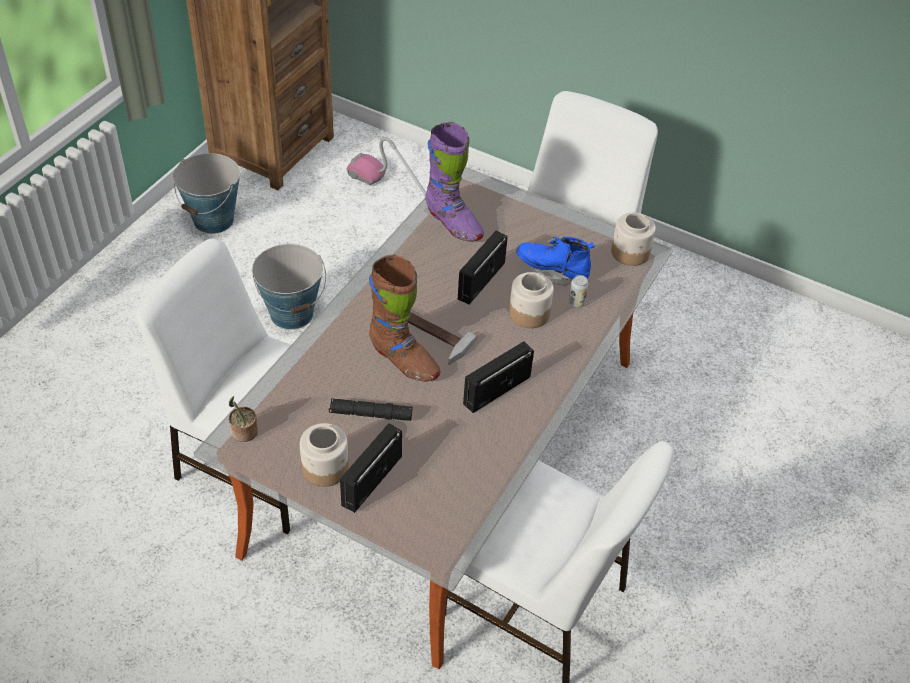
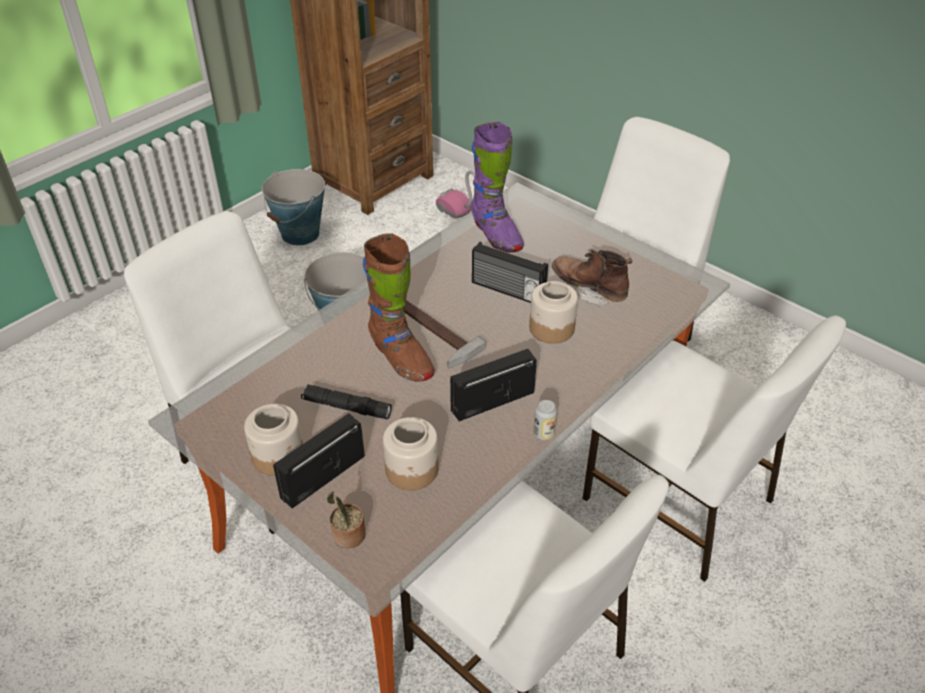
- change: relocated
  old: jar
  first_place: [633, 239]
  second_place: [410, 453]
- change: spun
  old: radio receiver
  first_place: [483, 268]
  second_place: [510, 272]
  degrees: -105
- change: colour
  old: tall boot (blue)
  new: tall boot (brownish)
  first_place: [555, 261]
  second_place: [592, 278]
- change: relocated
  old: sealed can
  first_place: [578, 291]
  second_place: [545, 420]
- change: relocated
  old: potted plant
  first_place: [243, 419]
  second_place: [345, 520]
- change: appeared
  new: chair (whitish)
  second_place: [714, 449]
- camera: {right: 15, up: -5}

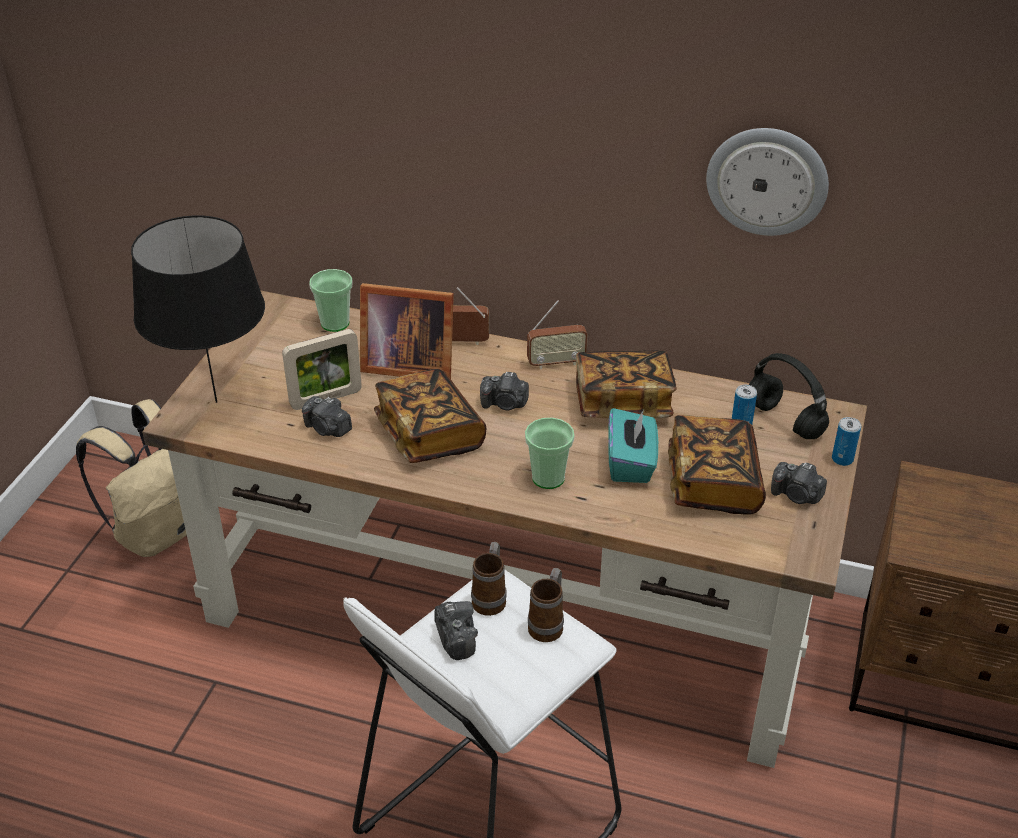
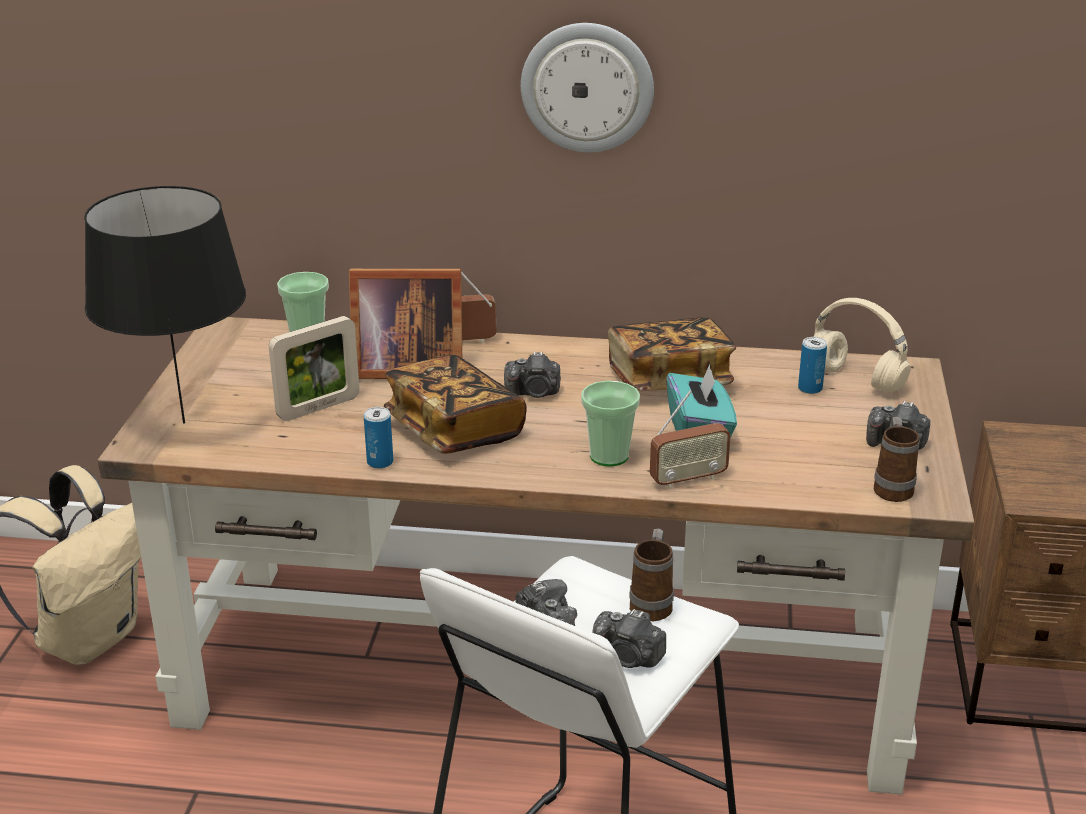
- change: relocated
  old: clock on the wall
  first_place: [767, 182]
  second_place: [587, 87]
- change: relocated
  old: radio receiver
  first_place: [557, 334]
  second_place: [690, 440]
- change: colour
  old: headset (black-coloured)
  new: headset (beige-coloured)
  first_place: [789, 396]
  second_place: [862, 345]
- change: relocated
  old: still camera
  first_place: [327, 416]
  second_place: [629, 638]
- change: missing
  old: book
  first_place: [717, 465]
- change: relocated
  old: sealed can
  first_place: [846, 441]
  second_place: [378, 438]
- change: relocated
  old: coffee mug
  first_place: [489, 579]
  second_place: [897, 459]
- camera: {right: -10, up: -10}

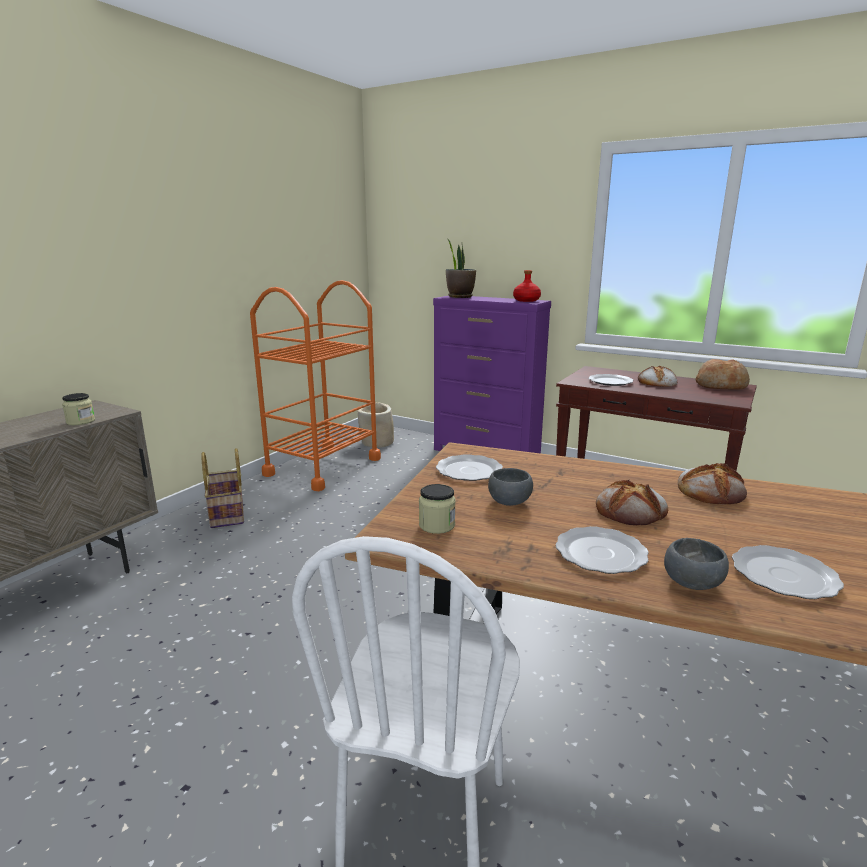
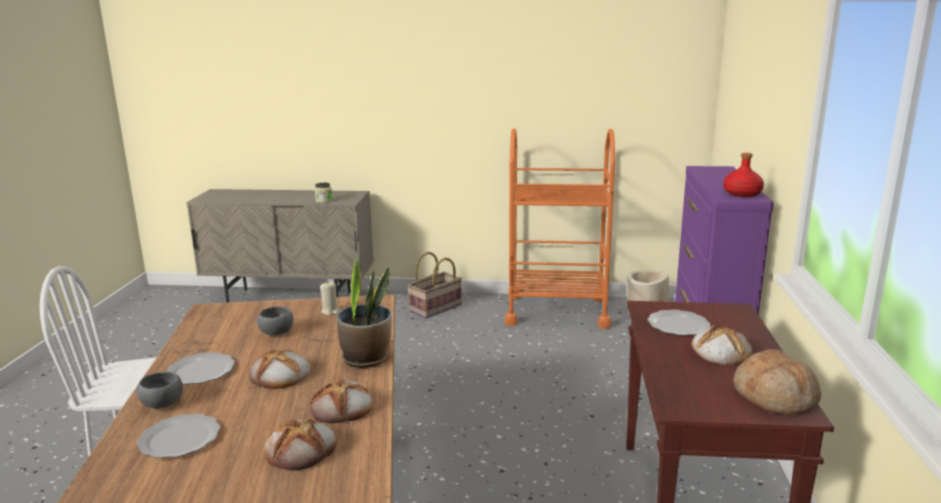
- change: relocated
  old: potted plant
  first_place: [461, 268]
  second_place: [364, 312]
- change: exchanged
  old: dinner plate
  new: candle (beige-coloured)
  first_place: [469, 467]
  second_place: [330, 298]
- change: missing
  old: jar
  first_place: [437, 509]
- change: appeared
  new: bread
  second_place: [300, 445]
- camera: {right: 65, up: 0}

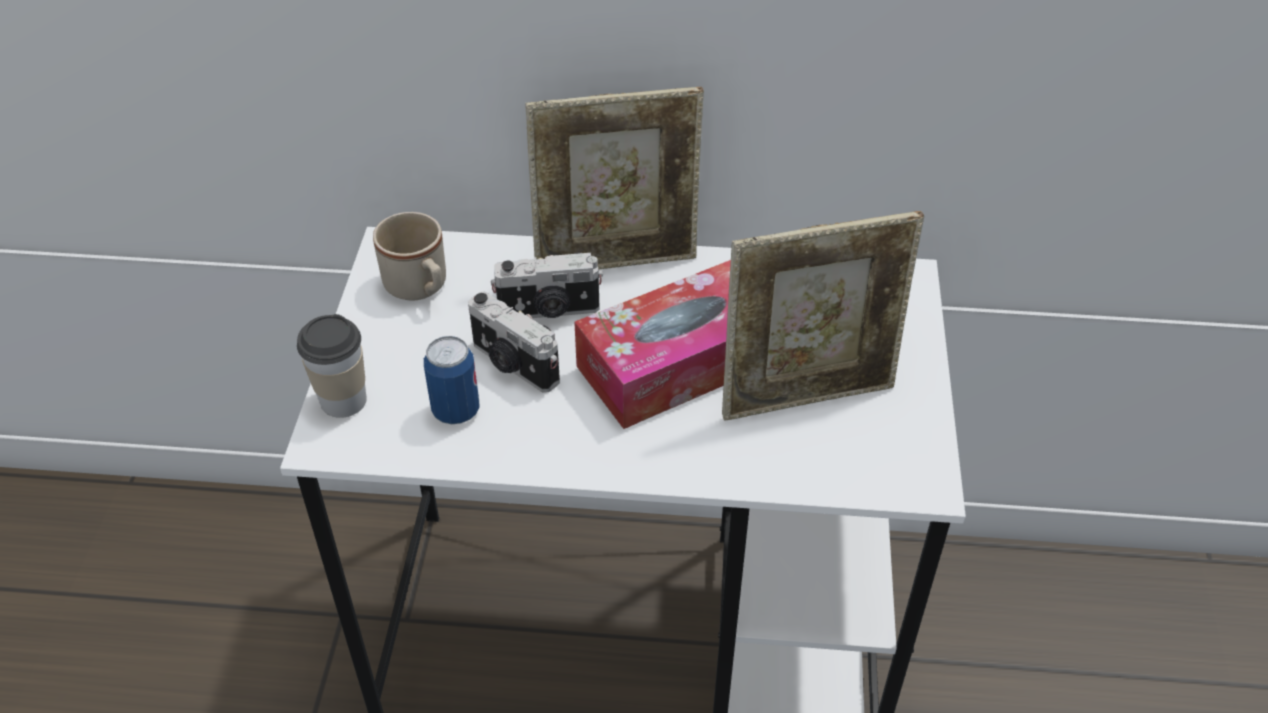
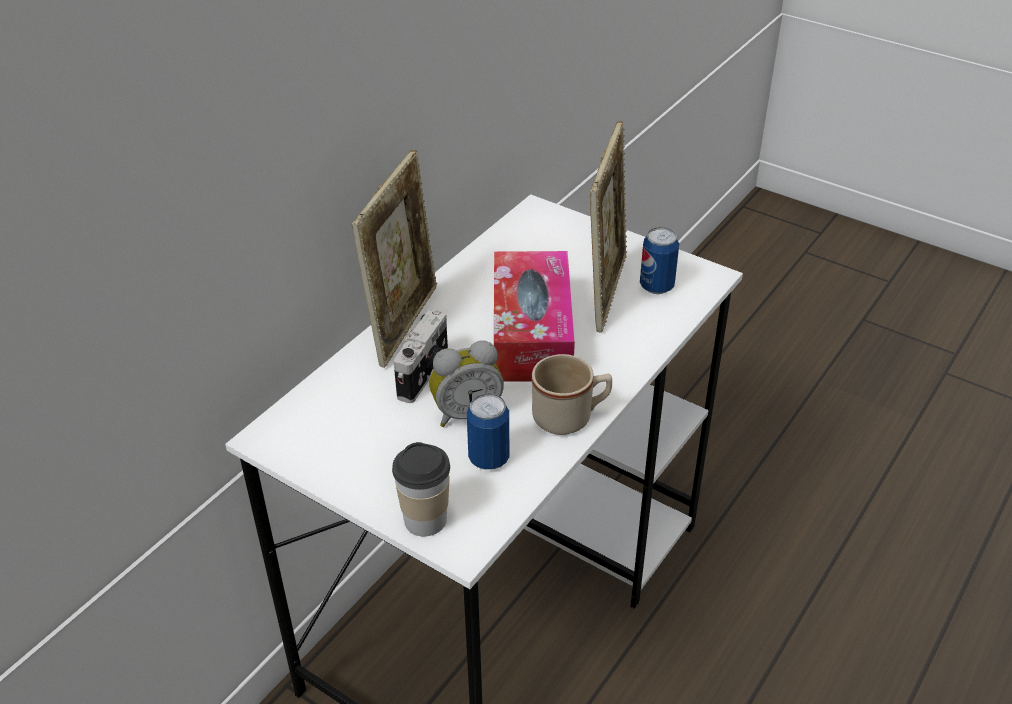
- change: relocated
  old: coffee mug (beige-coloured)
  first_place: [409, 256]
  second_place: [572, 394]
- change: exchanged
  old: still camera
  new: bedside clock
  first_place: [514, 341]
  second_place: [466, 383]
- change: appeared
  new: sealed can
  second_place: [659, 260]
- camera: {right: -60, up: -5}

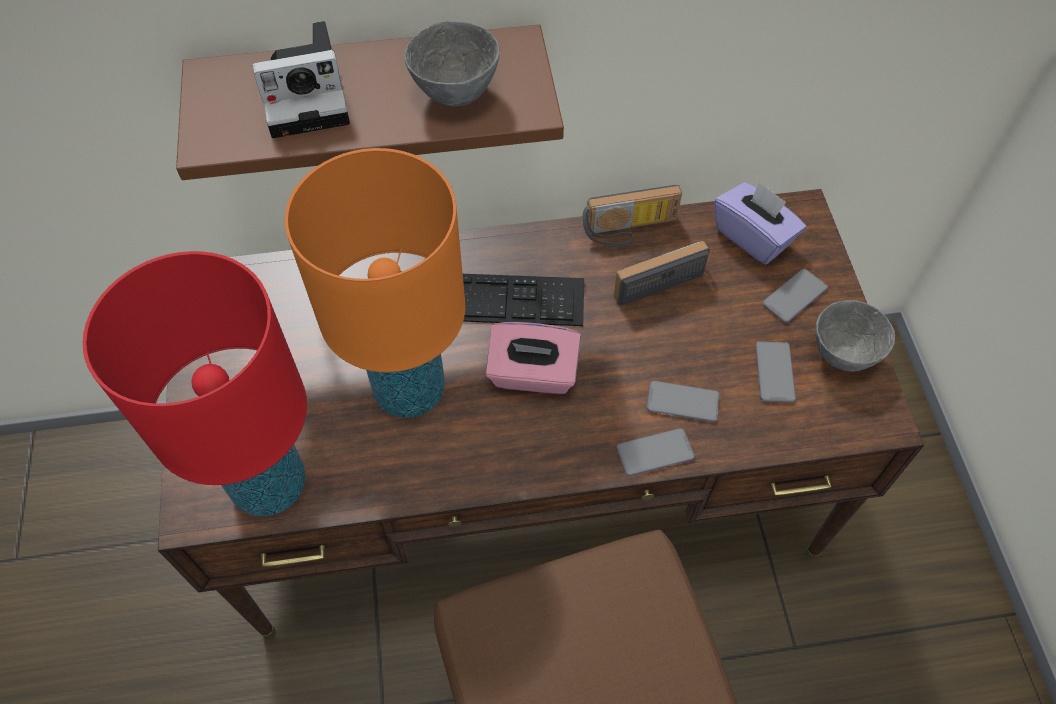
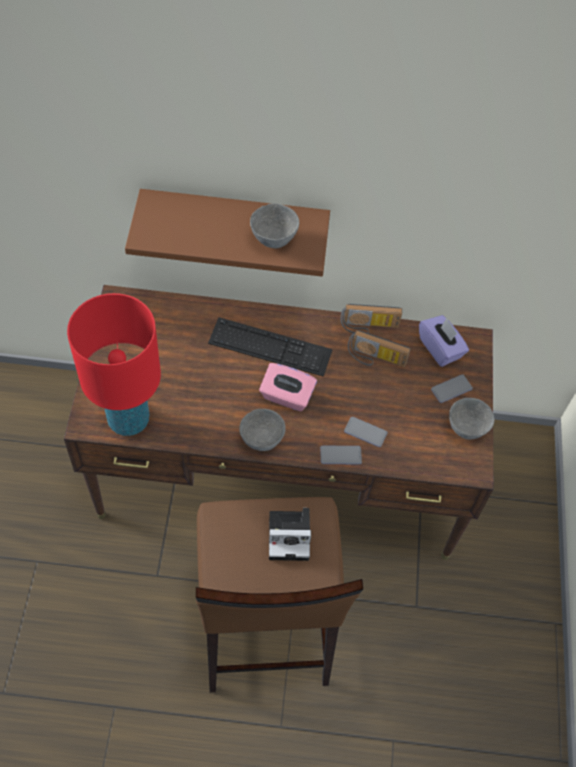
- change: relocated
  old: still camera
  first_place: [301, 79]
  second_place: [290, 534]
- change: missing
  old: table lamp (orange)
  first_place: [375, 283]
- change: spun
  old: radio receiver
  first_place: [662, 273]
  second_place: [379, 348]
  degrees: -150
- change: missing
  old: handset
  first_place: [776, 372]
- change: appeared
  new: deep dish (greyish)
  second_place: [262, 430]
- camera: {right: 10, up: 0}

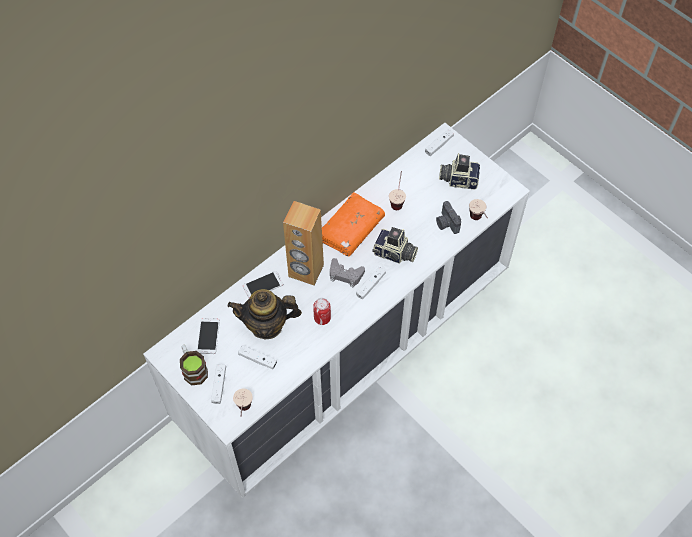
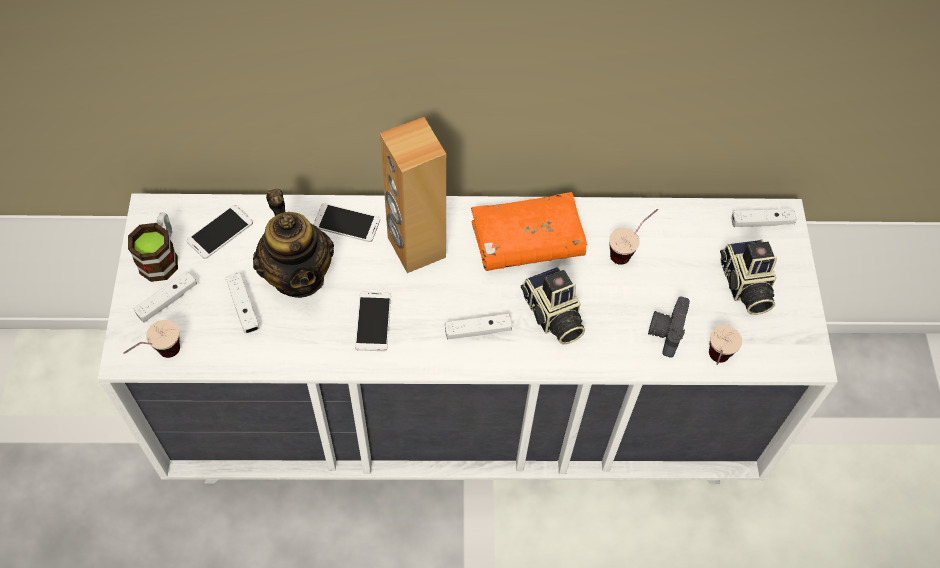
- change: spun
  old: still camera
  first_place: [459, 171]
  second_place: [748, 277]
  degrees: -150
- change: missing
  old: gamepad (greyish)
  first_place: [347, 272]
- change: spun
  old: tea pot
  first_place: [265, 314]
  second_place: [293, 243]
  degrees: -150
- change: exchanged
  old: sealed can
  new: handset
  first_place: [322, 311]
  second_place: [373, 321]
- camera: {right: 40, up: 0}

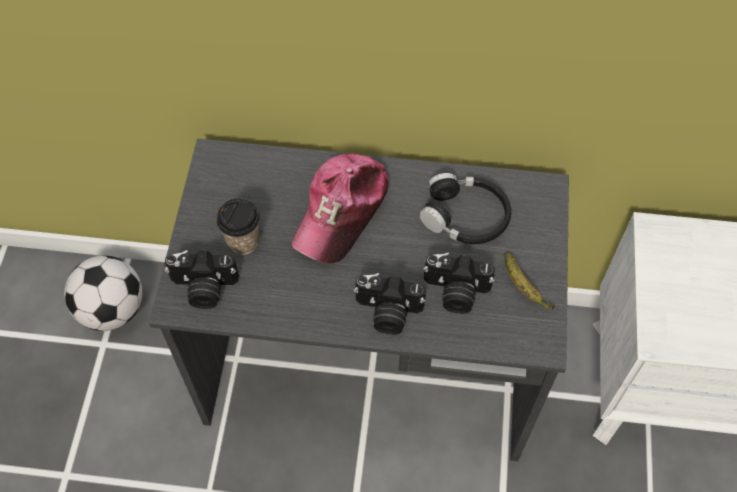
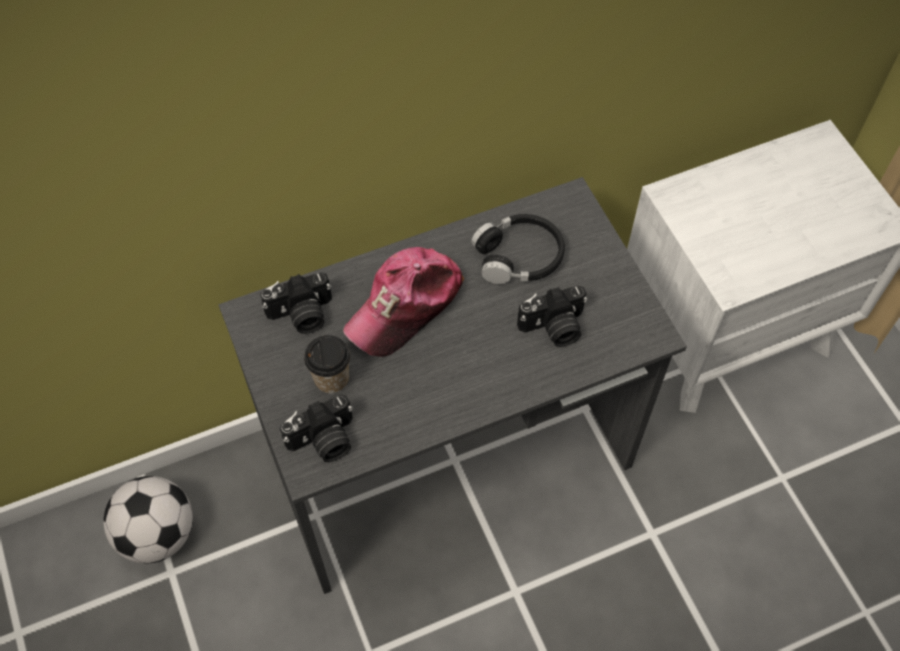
- change: spun
  old: peaked cap
  first_place: [340, 209]
  second_place: [403, 302]
  degrees: 45
- change: missing
  old: banana
  first_place: [530, 281]
- change: relocated
  old: still camera
  first_place: [390, 304]
  second_place: [296, 303]
- camera: {right: -30, up: 0}

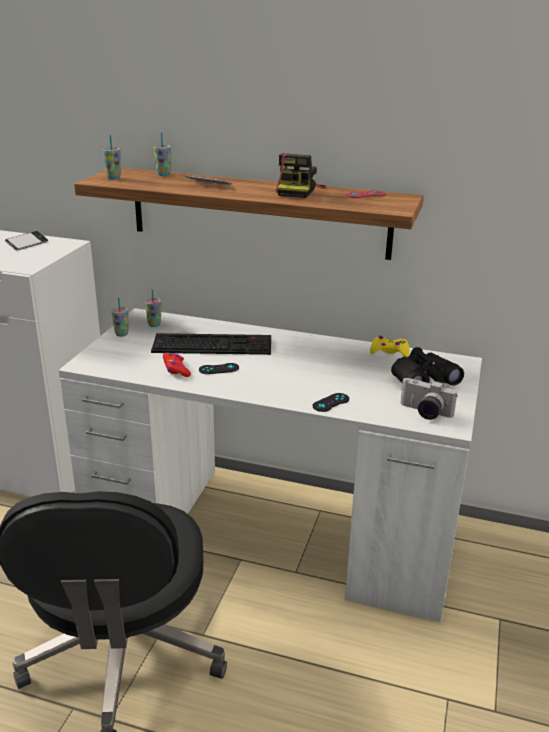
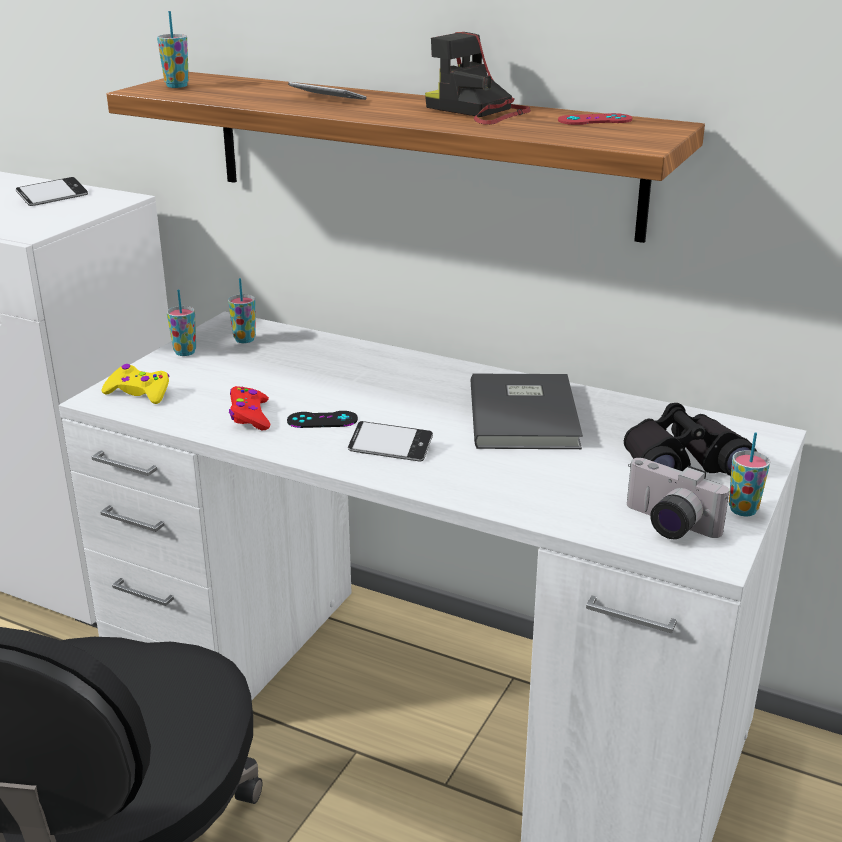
- change: relocated
  old: drinking cup
  first_place: [162, 154]
  second_place: [749, 474]
- change: spun
  old: still camera
  first_place: [301, 175]
  second_place: [478, 78]
  degrees: 105
- change: missing
  old: computer keyboard
  first_place: [211, 344]
- change: relocated
  old: gamepad (yellow-coloured)
  first_place: [389, 346]
  second_place: [135, 384]
- change: missing
  old: gamepad (black-coloured)
  first_place: [330, 402]
- change: appeared
  new: book (greyish)
  second_place: [526, 411]
- change: appeared
  new: handset
  second_place: [390, 441]
- camera: {right: 10, up: 0}

